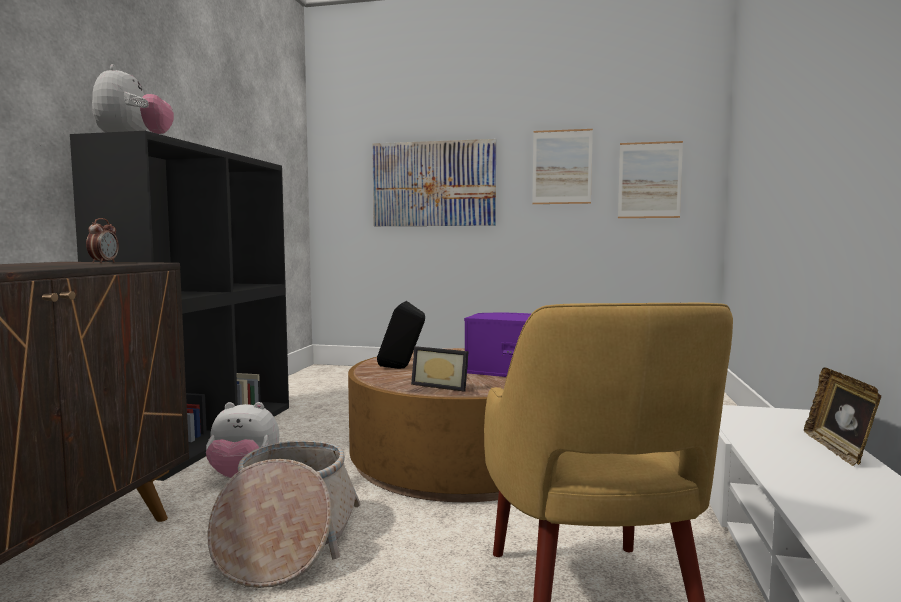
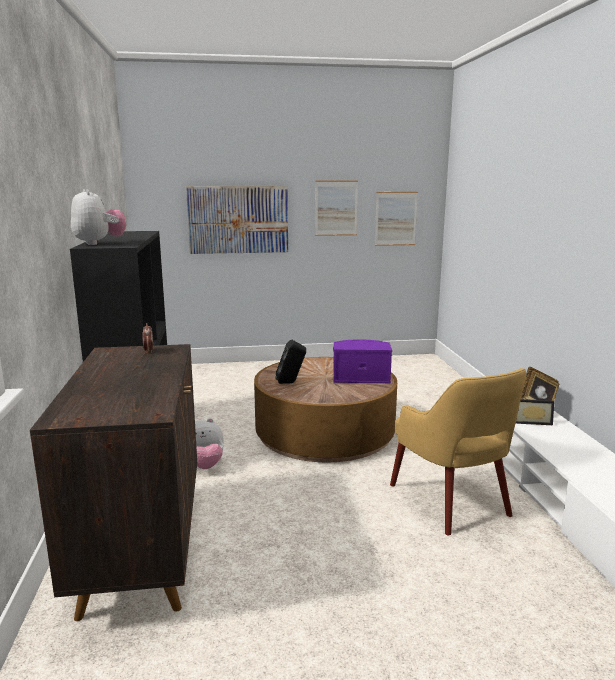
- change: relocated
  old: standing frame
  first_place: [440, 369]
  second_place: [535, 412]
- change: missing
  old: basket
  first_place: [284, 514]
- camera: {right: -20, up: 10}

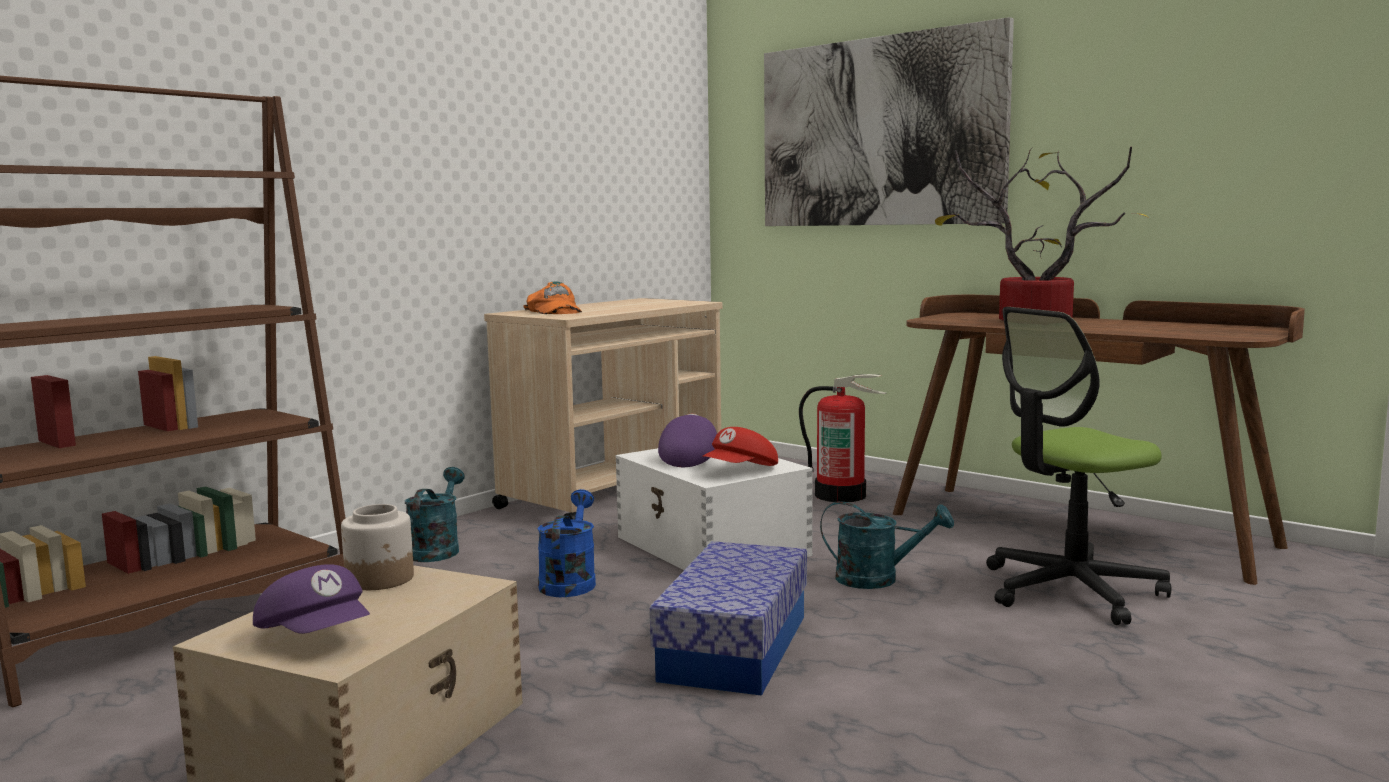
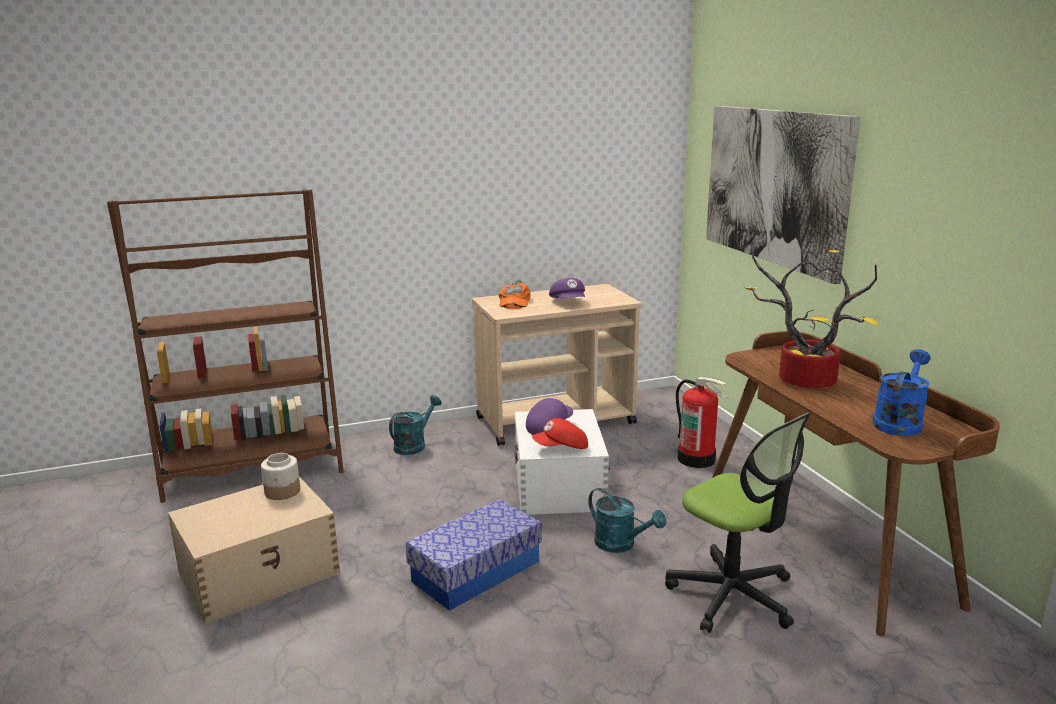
- change: spun
  old: desk chair
  first_place: [1078, 466]
  second_place: [738, 522]
  degrees: -135
- change: relocated
  old: sprinkling can (blue)
  first_place: [566, 543]
  second_place: [901, 392]
- change: relocated
  old: peaked cap (purple)
  first_place: [311, 599]
  second_place: [567, 288]
- camera: {right: 30, up: 10}

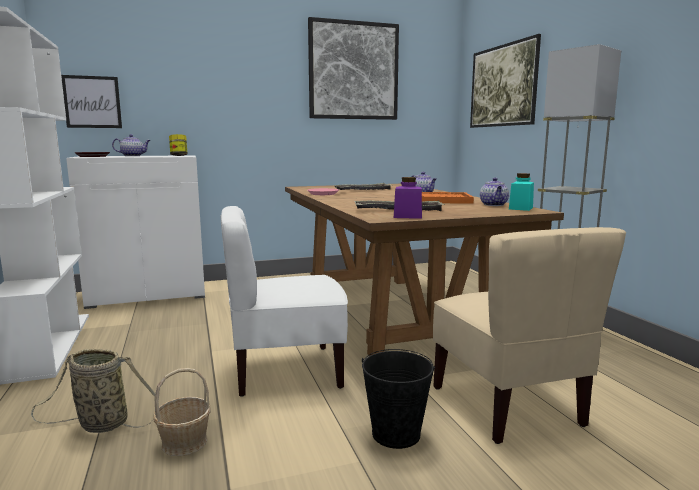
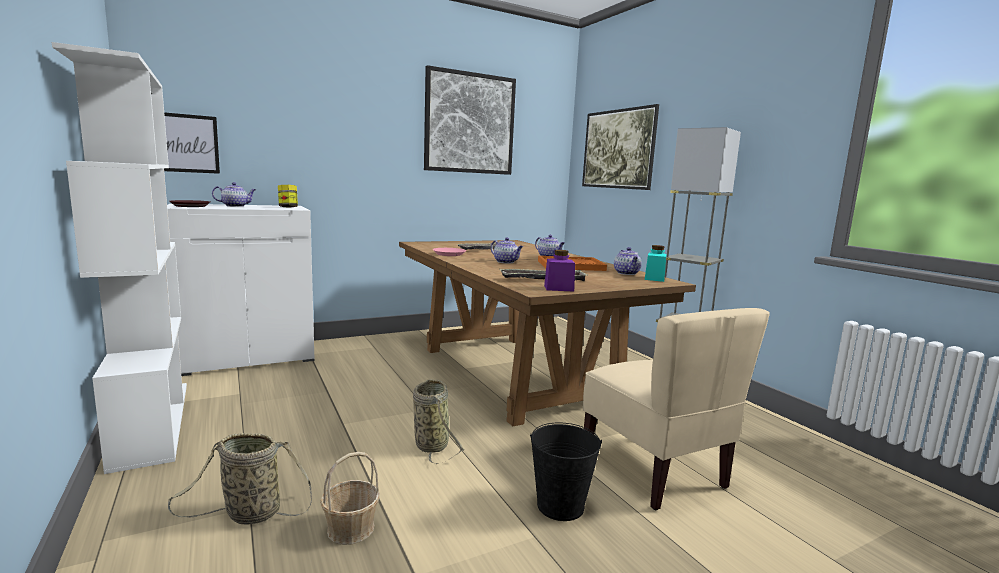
- change: exchanged
  old: chair (whitish)
  new: basket
  first_place: [284, 301]
  second_place: [439, 421]
- change: appeared
  new: tea pot
  second_place: [507, 250]
- camera: {right: -10, up: 0}

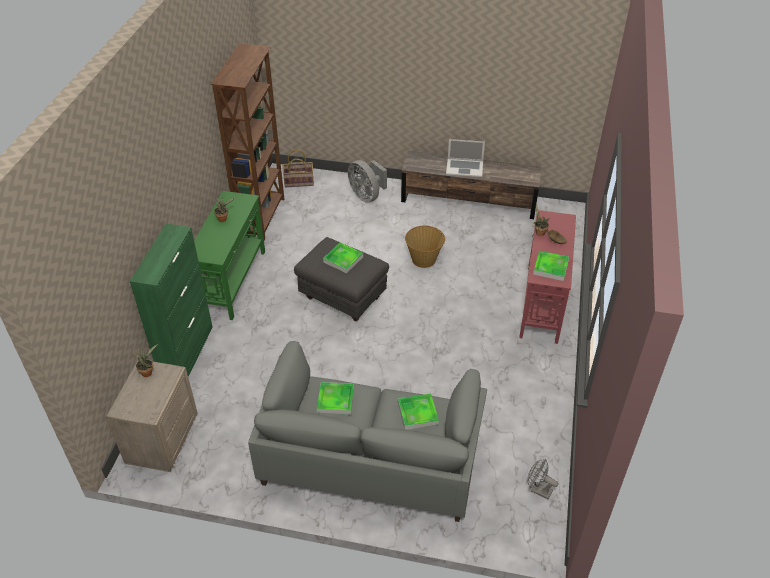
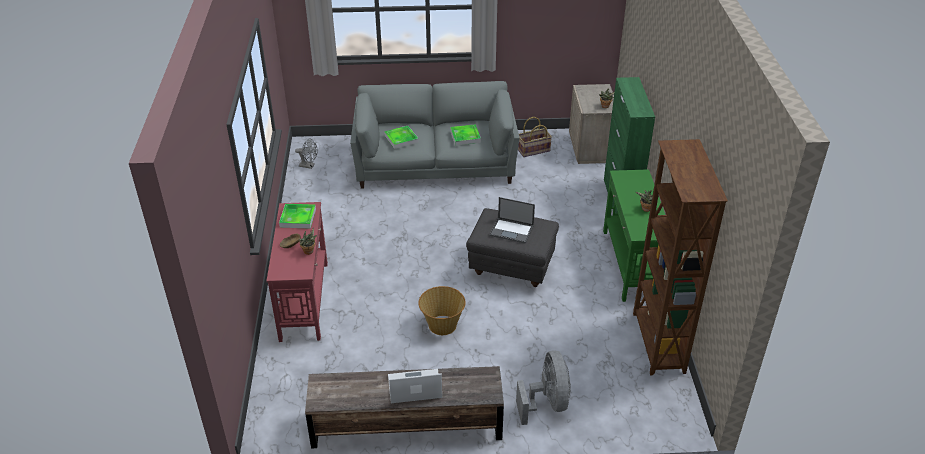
- change: relocated
  old: basket
  first_place: [298, 169]
  second_place: [535, 137]
- change: spun
  old: cooling fan (greyish)
  first_place: [367, 181]
  second_place: [543, 387]
  degrees: 45
- change: exchanged
  old: tray
  new: notebook computer
  first_place: [343, 258]
  second_place: [512, 220]
- camera: {right: 165, up: -5}

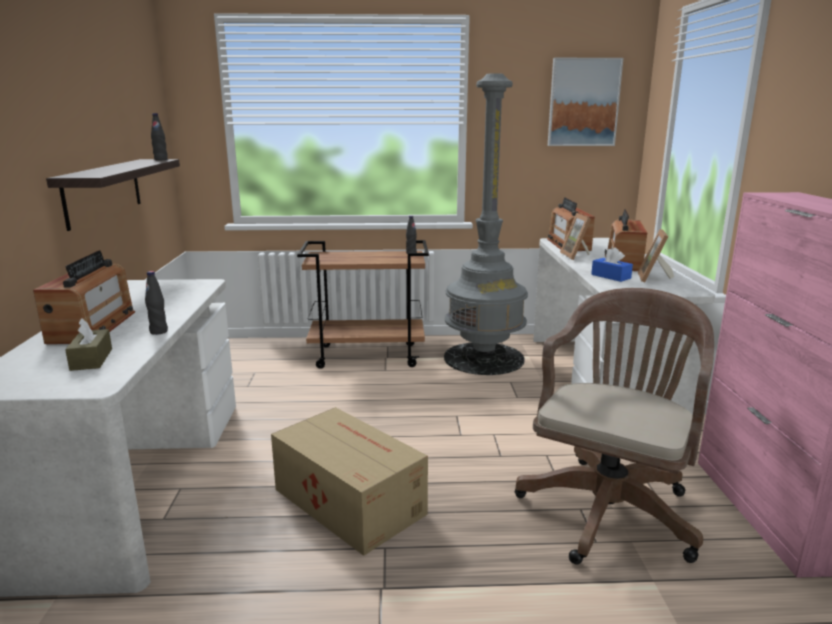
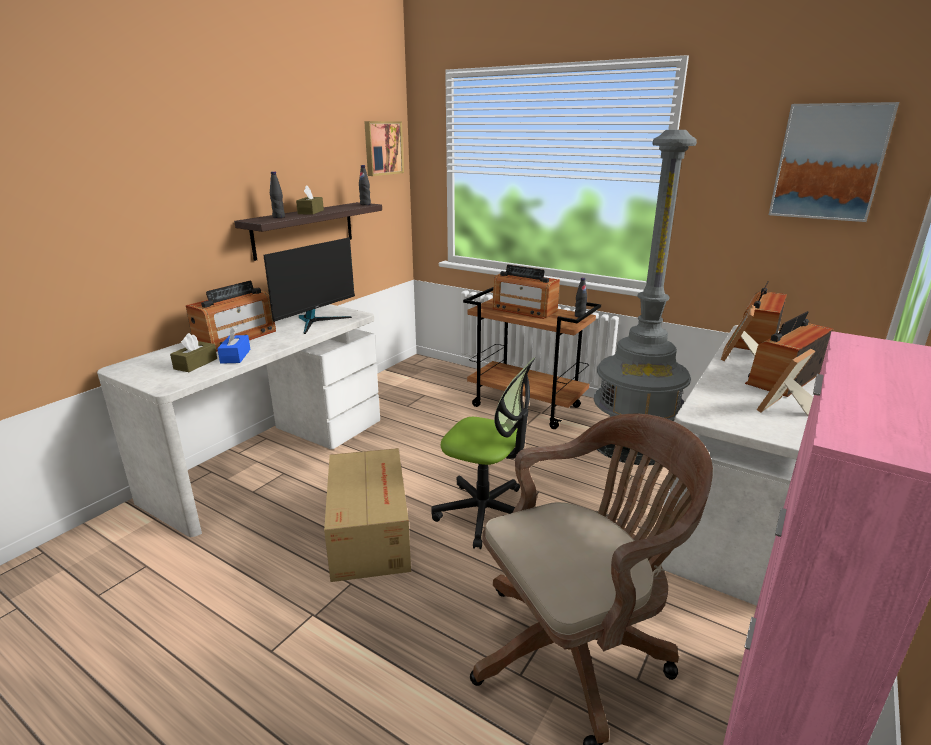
- change: relocated
  old: tissue holder (blue)
  first_place: [612, 265]
  second_place: [233, 345]
- change: relocated
  old: beverage bottle (black-coloured)
  first_place: [156, 303]
  second_place: [277, 195]
- change: appeared
  new: wall picture
  second_place: [384, 148]
- change: appeared
  new: tissue holder (brownish)
  second_place: [310, 200]
- change: appeared
  new: computer screen
  second_place: [309, 285]
- change: appeared
  new: radio receiver
  second_place: [526, 292]
- change: appeared
  new: desk chair
  second_place: [483, 453]
- camera: {right: 35, up: 5}

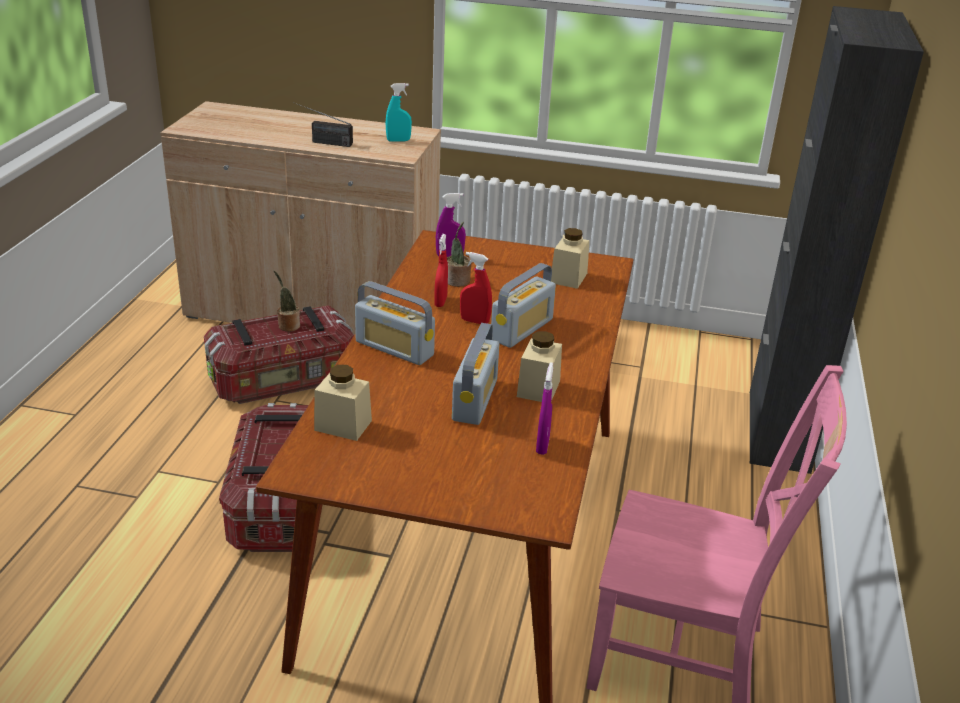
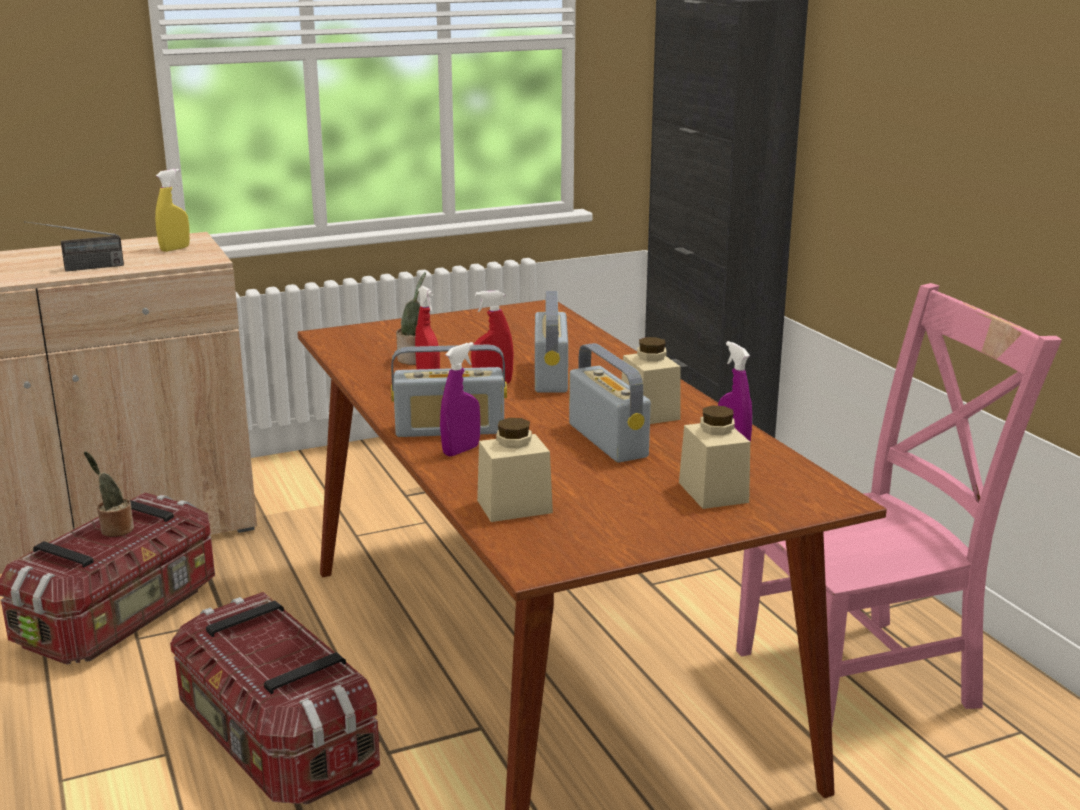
- change: colour
  old: sprayer (blue-green)
  new: sprayer (yellow-coloured)
  first_place: [399, 112]
  second_place: [172, 210]
- change: relocated
  old: sprayer (purple)
  first_place: [451, 225]
  second_place: [460, 399]
- change: relocated
  old: jar (beige-coloured)
  first_place: [570, 258]
  second_place: [714, 457]
- camera: {right: -35, up: -10}

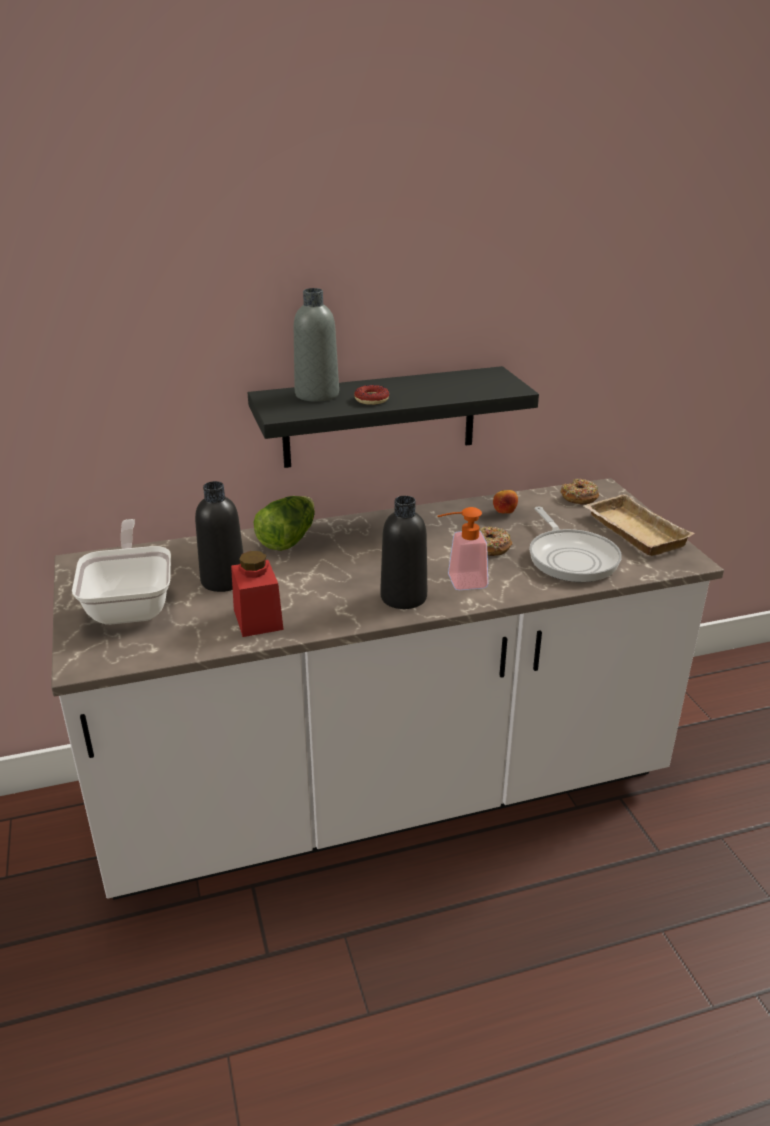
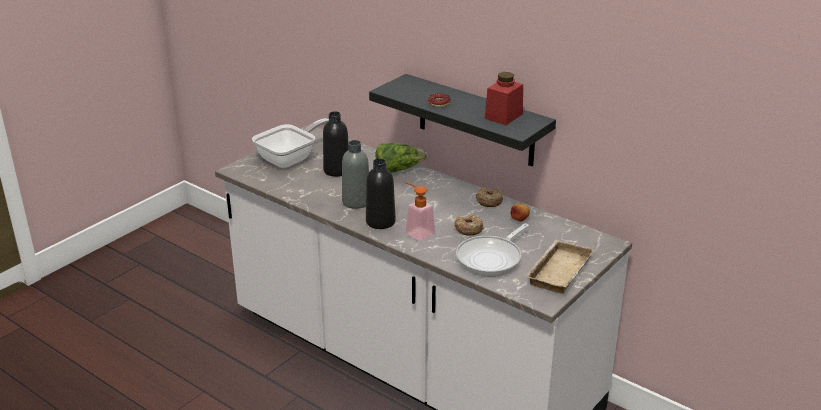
- change: relocated
  old: beverage bottle (greyish)
  first_place: [316, 345]
  second_place: [355, 174]
- change: relocated
  old: doughnut
  first_place: [579, 491]
  second_place: [489, 197]
- change: relocated
  old: jar (red)
  first_place: [257, 594]
  second_place: [504, 98]
- camera: {right: 55, up: 0}

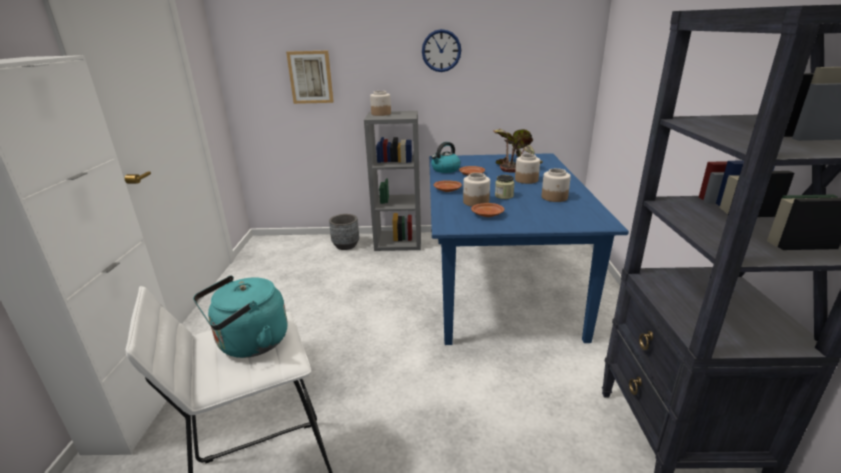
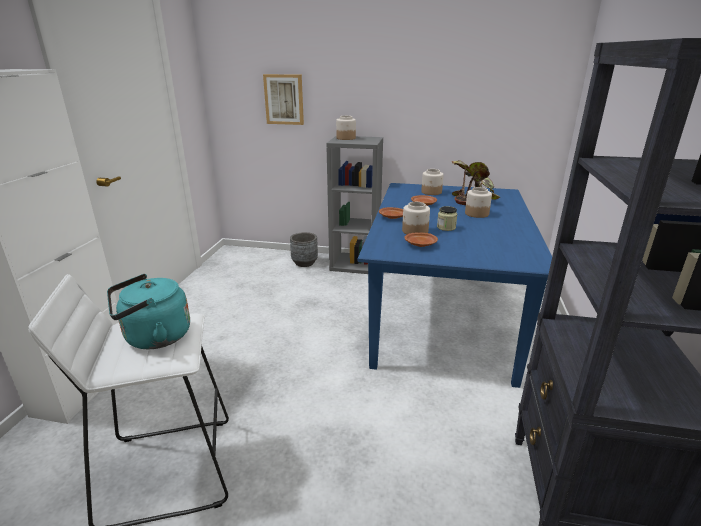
- change: missing
  old: clock on the wall
  first_place: [441, 50]
- change: missing
  old: kettle
  first_place: [446, 157]
- change: relocated
  old: jar
  first_place: [556, 185]
  second_place: [432, 182]
- camera: {right: 10, up: 0}

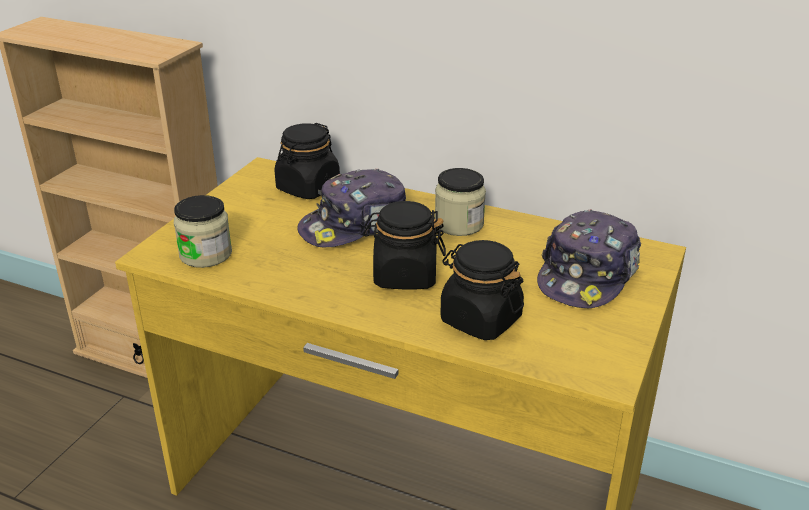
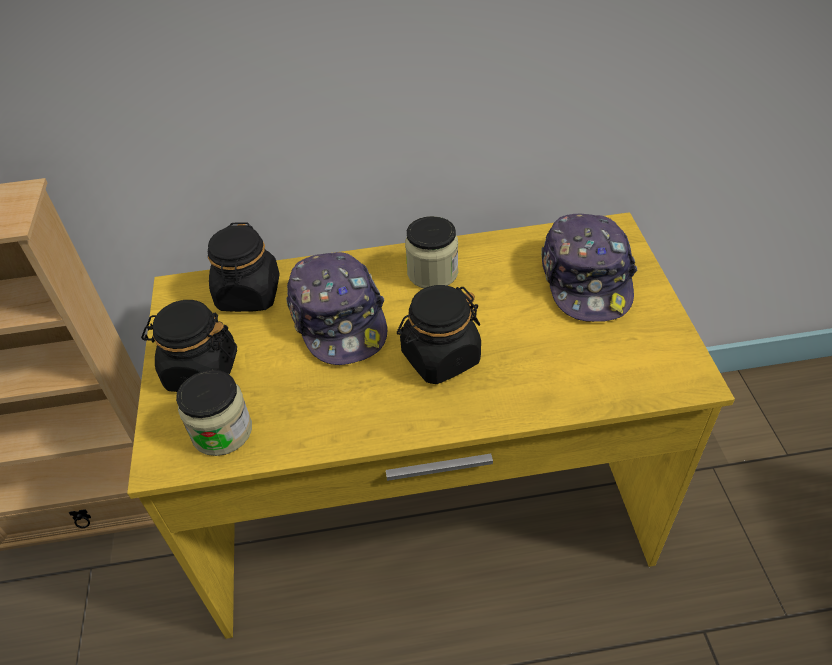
- change: spun
  old: peaked cap
  first_place: [351, 208]
  second_place: [336, 308]
  degrees: -45
- change: relocated
  old: jar (black-coloured)
  first_place: [482, 290]
  second_place: [189, 346]
- camera: {right: -30, up: 15}

